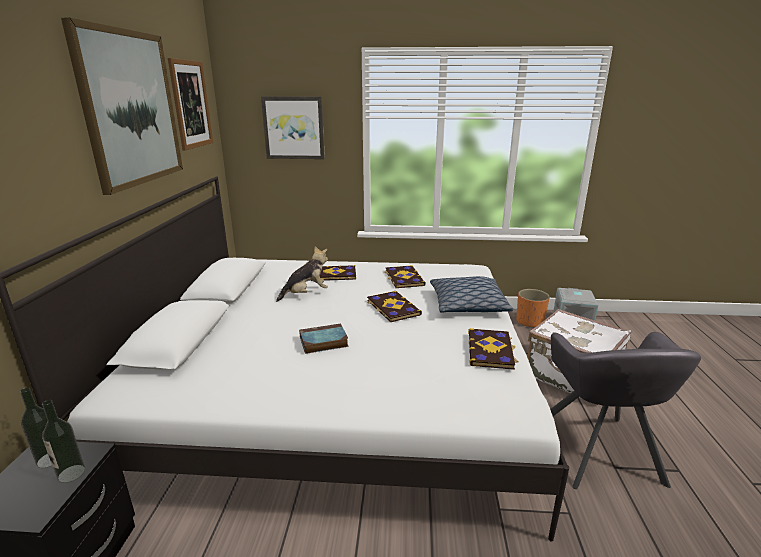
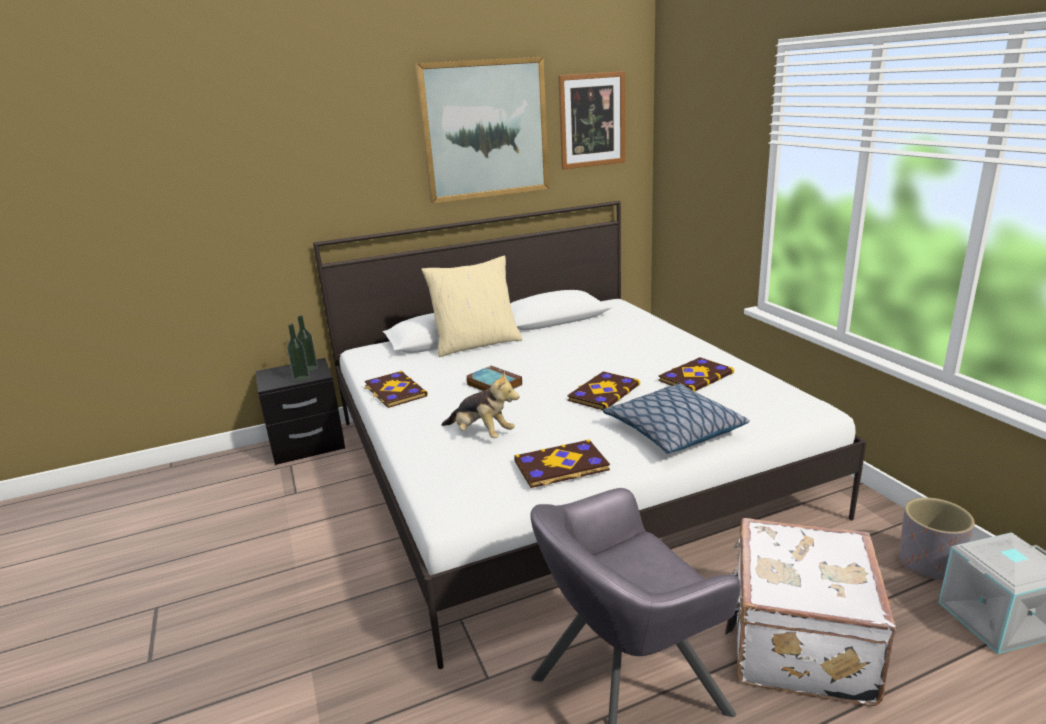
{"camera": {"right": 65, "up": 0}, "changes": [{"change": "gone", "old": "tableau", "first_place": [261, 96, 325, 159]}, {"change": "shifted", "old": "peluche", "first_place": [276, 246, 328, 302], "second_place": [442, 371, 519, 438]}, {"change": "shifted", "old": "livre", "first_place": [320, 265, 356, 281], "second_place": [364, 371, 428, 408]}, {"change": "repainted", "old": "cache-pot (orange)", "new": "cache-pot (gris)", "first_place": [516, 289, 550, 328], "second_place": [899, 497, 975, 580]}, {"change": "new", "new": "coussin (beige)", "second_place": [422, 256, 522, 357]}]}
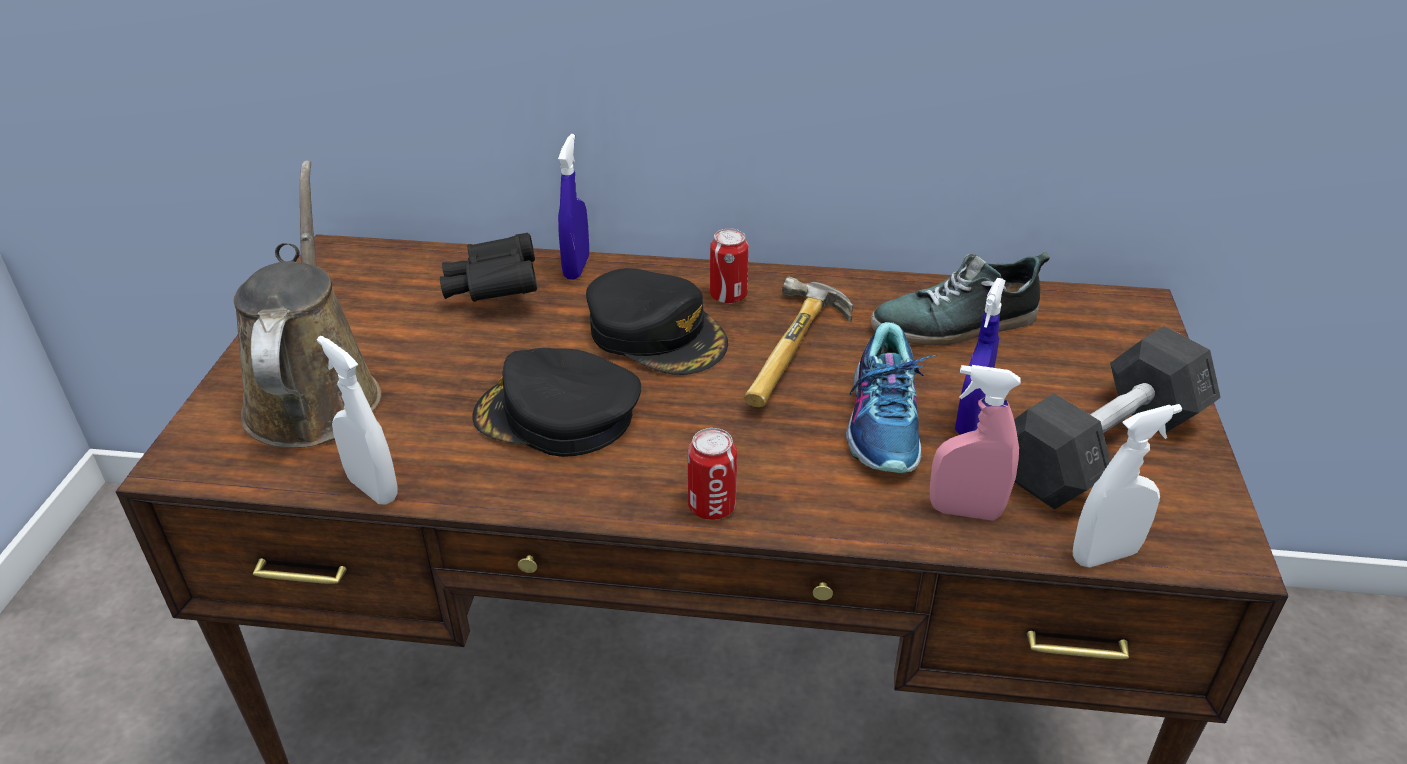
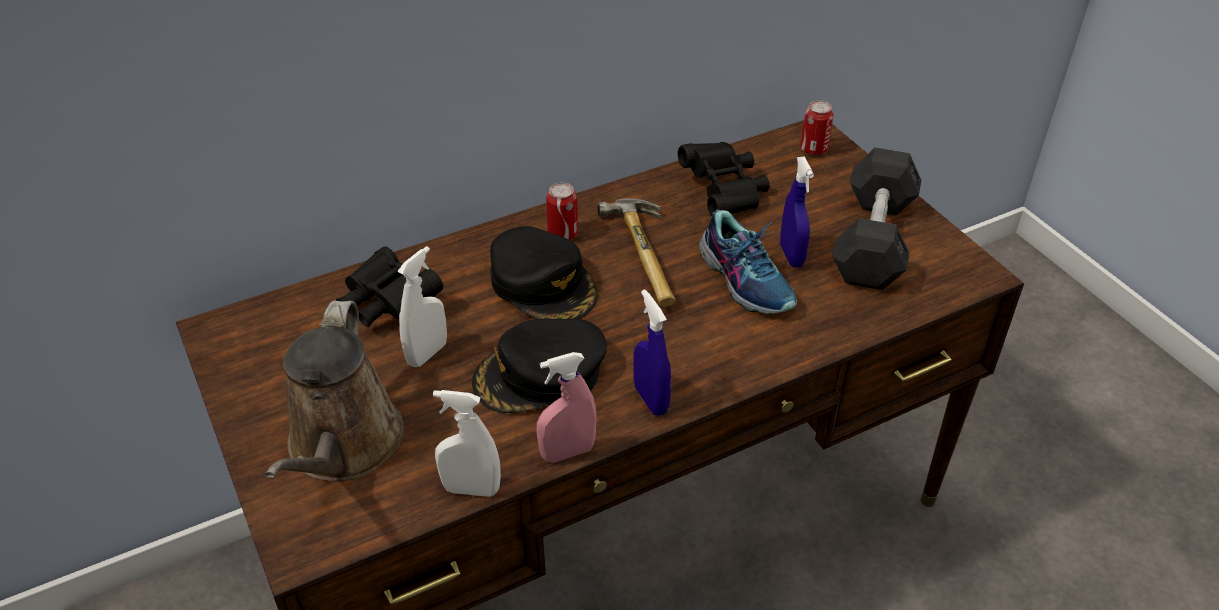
{"camera": {"right": -35, "up": 5}, "changes": [{"change": "shifted", "old": "vaporisateur (bleu)", "first_place": [558, 134, 589, 280], "second_place": [633, 289, 671, 416]}, {"change": "rotated", "old": "arrosoir (marron)", "first_place": [234, 161, 381, 448], "second_place": [265, 301, 404, 481], "degrees": -135}, {"change": "swapped", "old": "chaussure", "new": "jumelles (noir)", "first_place": [871, 252, 1050, 346], "second_place": [678, 142, 770, 216]}, {"change": "rotated", "old": "casquette (noir)", "first_place": [586, 268, 728, 375], "second_place": [490, 226, 598, 319], "degrees": 45}, {"change": "shifted", "old": "vaporisateur (rose)", "first_place": [930, 365, 1021, 521], "second_place": [537, 352, 597, 463]}, {"change": "shifted", "old": "vaporisateur (blanc)", "first_place": [1073, 404, 1182, 567], "second_place": [398, 246, 447, 367]}, {"change": "shifted", "old": "boîte métallique", "first_place": [688, 428, 737, 520], "second_place": [800, 100, 834, 155]}]}
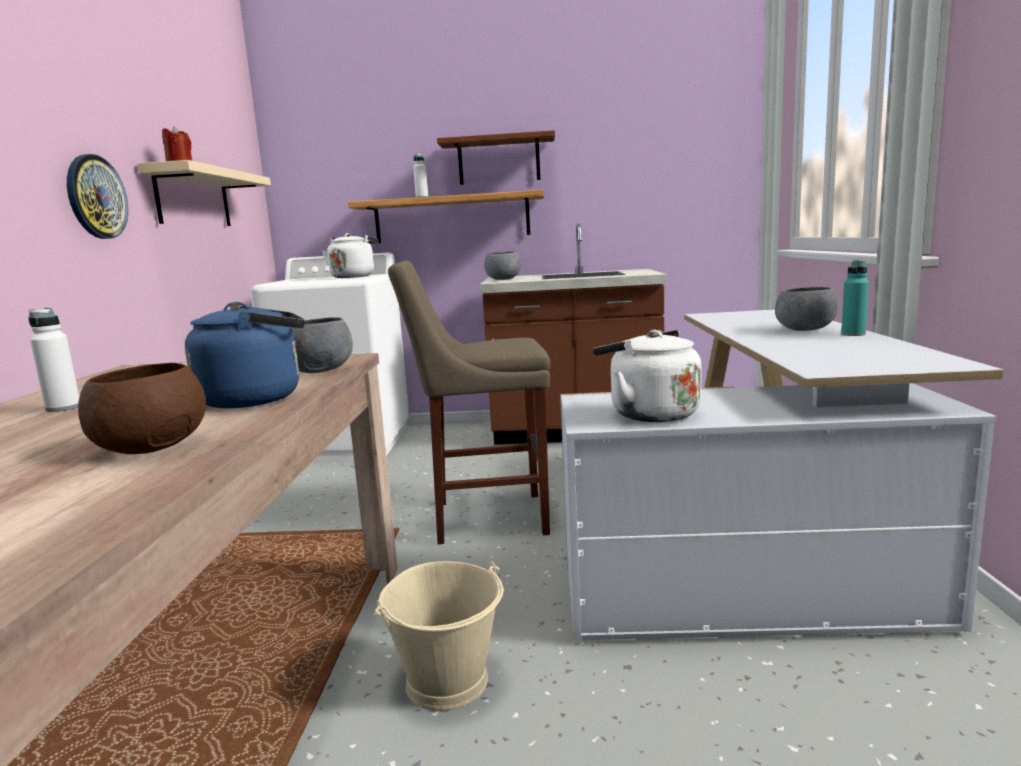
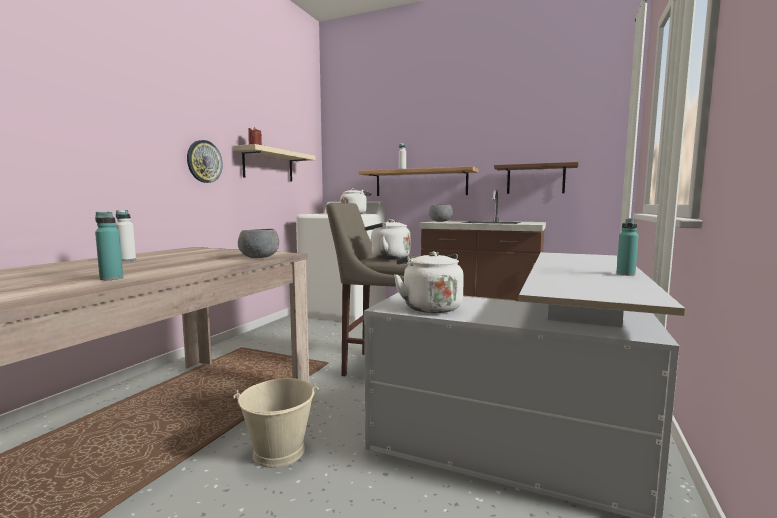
{"camera": {"right": 20, "up": -5}, "changes": [{"change": "shifted", "old": "étagère (marron)", "first_place": [437, 130, 555, 185], "second_place": [494, 162, 579, 194]}, {"change": "gone", "old": "bol (gris)", "first_place": [775, 287, 838, 331]}, {"change": "gone", "old": "bouilloire (bleu)", "first_place": [185, 302, 304, 408]}, {"change": "swapped", "old": "bol (marron)", "new": "bouteille (turquoise)", "first_place": [78, 363, 206, 454], "second_place": [95, 212, 123, 280]}, {"change": "new", "new": "bouilloire (blanc)", "second_place": [364, 219, 411, 259]}]}
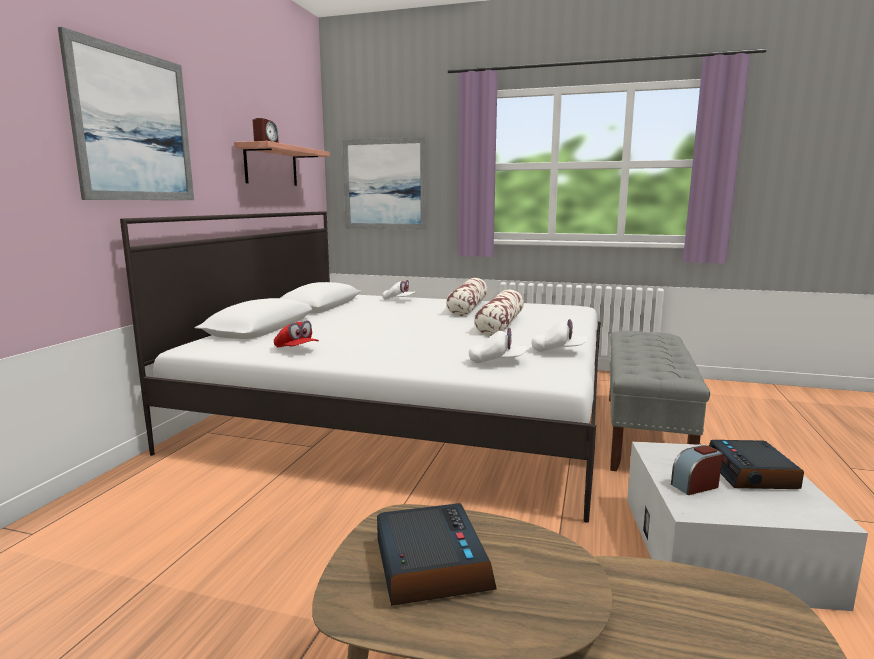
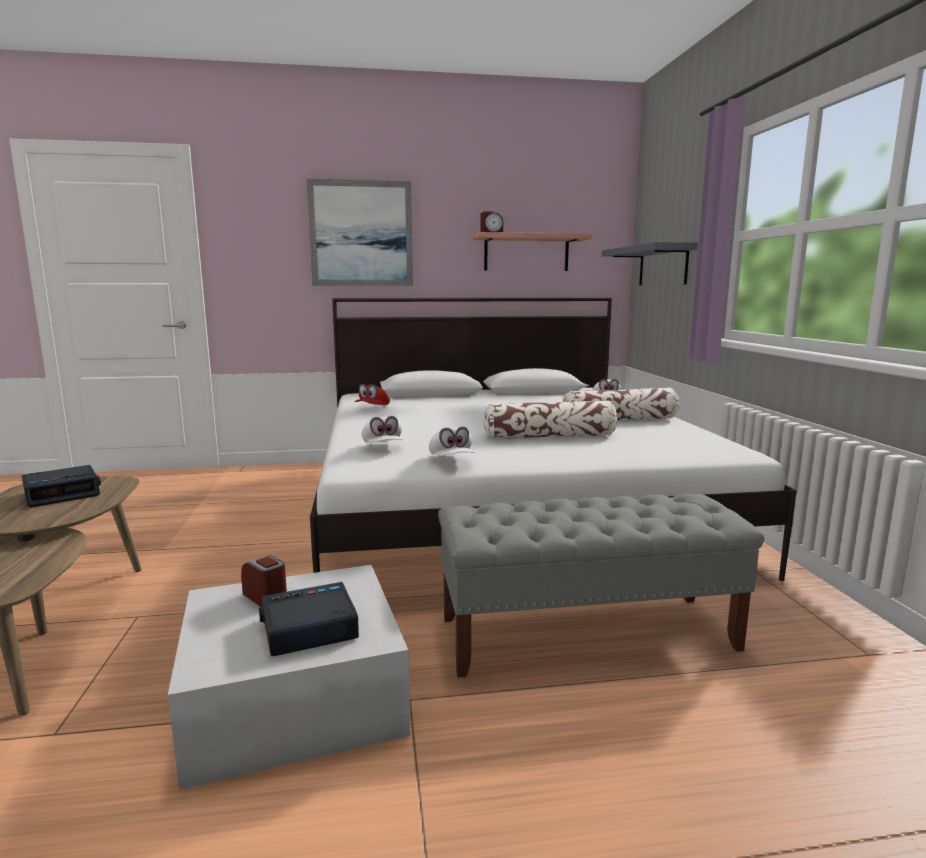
{"camera": {"right": 65, "up": 0}, "changes": [{"change": "swapped", "old": "tableau", "new": "étagère (gris)", "first_place": [342, 137, 426, 229], "second_place": [602, 242, 697, 285]}]}
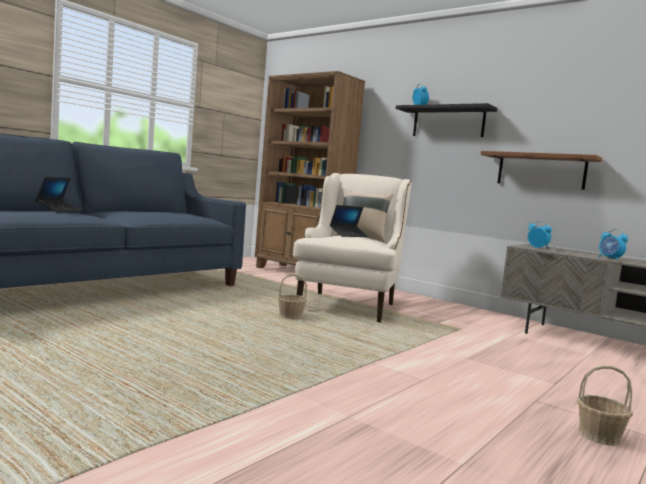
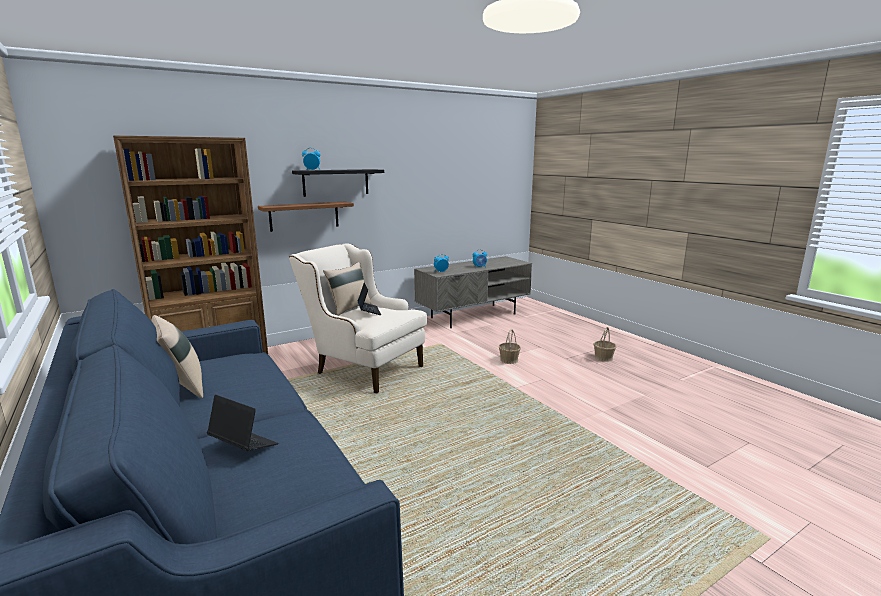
{"camera": {"right": -70, "up": 10}, "changes": [{"change": "shifted", "old": "étagère (marron)", "first_place": [481, 151, 603, 190], "second_place": [258, 202, 354, 232]}, {"change": "shifted", "old": "panier", "first_place": [278, 274, 307, 319], "second_place": [499, 329, 521, 364]}, {"change": "new", "new": "coussin (beige)", "second_place": [151, 315, 203, 399]}]}
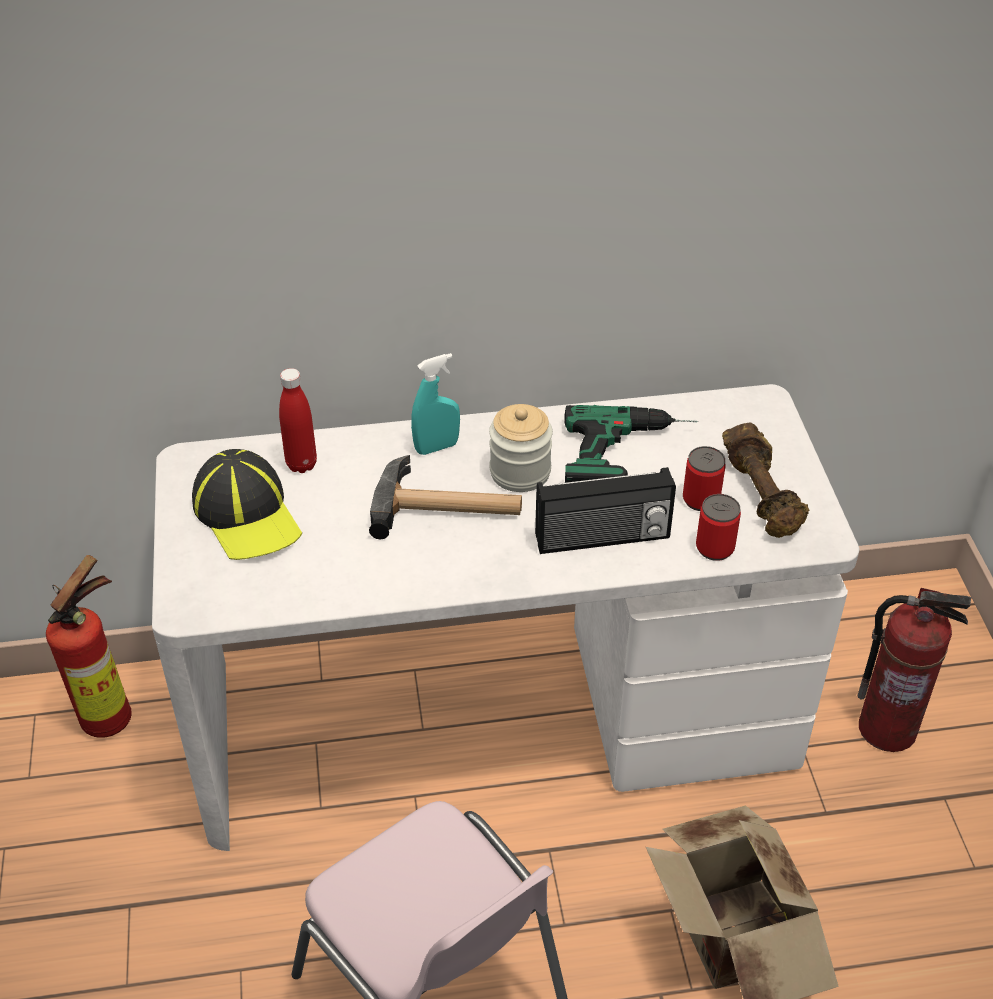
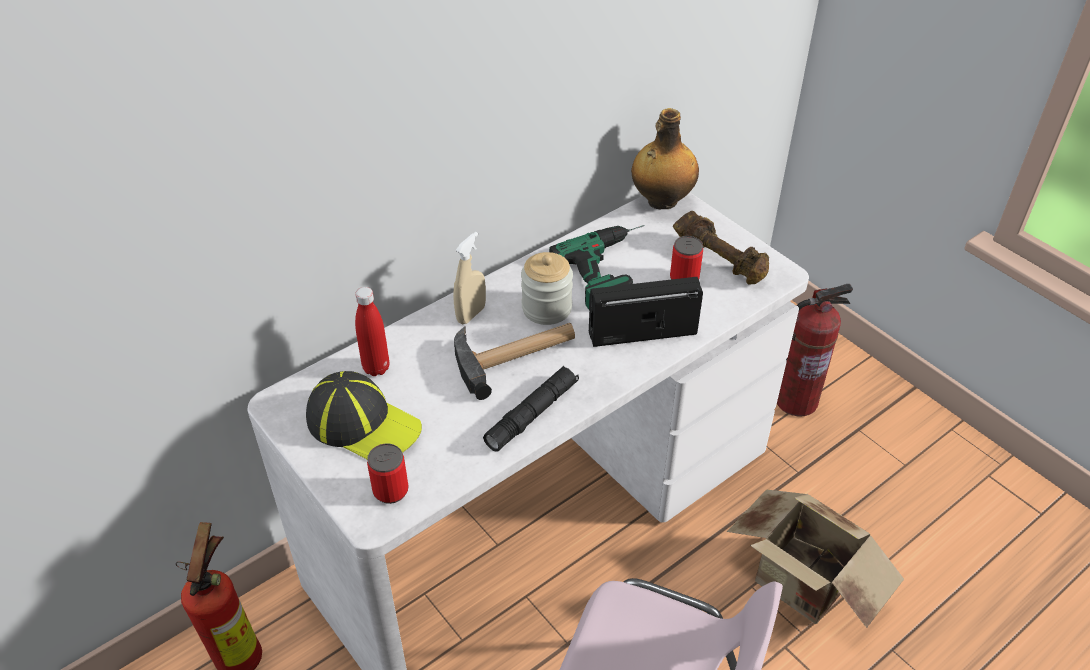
{"camera": {"right": -30, "up": 0}, "changes": [{"change": "repainted", "old": "vaporisateur (turquoise)", "new": "vaporisateur (beige)", "first_place": [411, 353, 460, 455], "second_place": [453, 232, 486, 324]}, {"change": "rotated", "old": "radio", "first_place": [535, 467, 676, 554], "second_place": [589, 277, 703, 347], "degrees": -150}, {"change": "shifted", "old": "boîte métallique", "first_place": [696, 494, 741, 561], "second_place": [367, 444, 409, 504]}, {"change": "new", "new": "bouteille", "second_place": [631, 108, 699, 209]}, {"change": "new", "new": "lampe de poche (noir)", "second_place": [483, 366, 579, 452]}]}
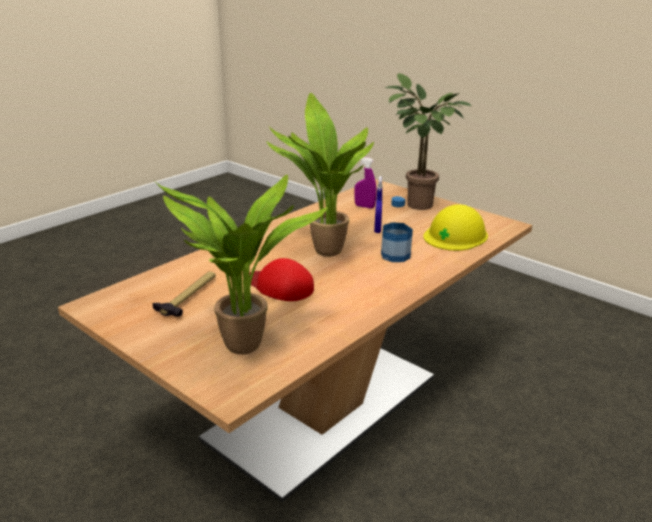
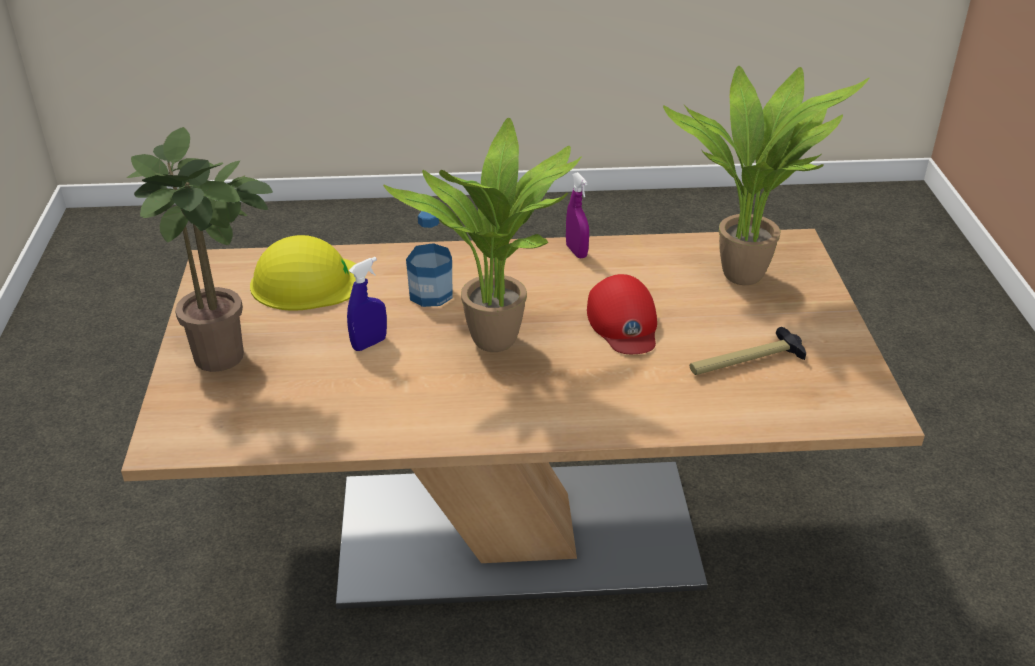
{"camera": {"right": -135, "up": 10}, "changes": [{"change": "shifted", "old": "vaporisateur (violet)", "first_place": [354, 157, 377, 209], "second_place": [566, 172, 589, 259]}]}
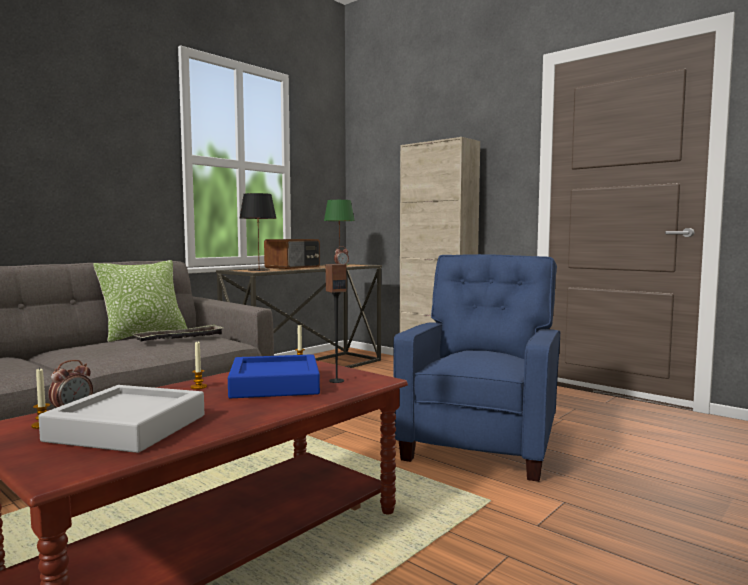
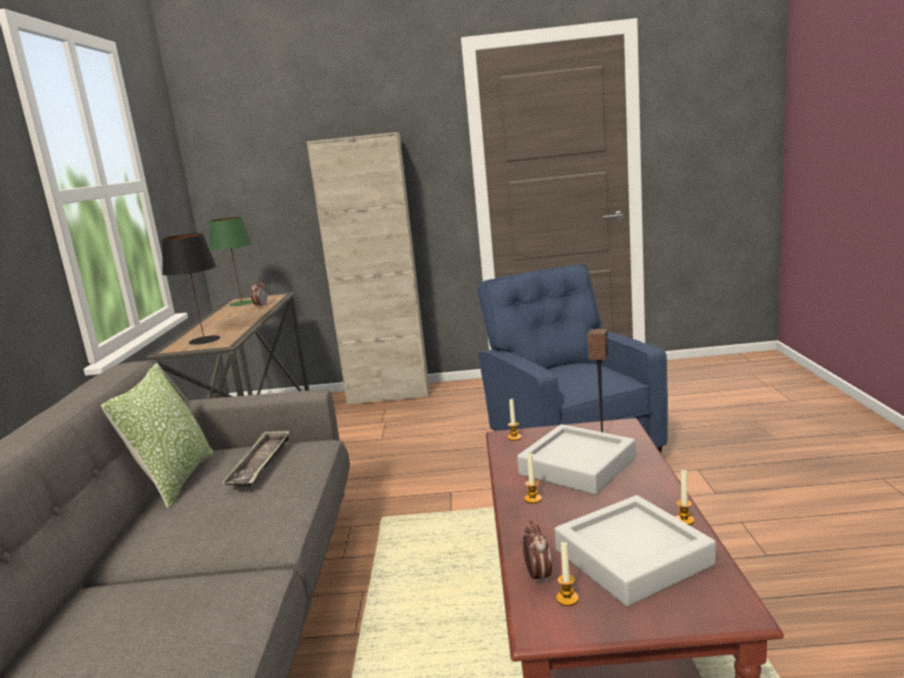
{"camera": {"right": -40, "up": 10}, "changes": [{"change": "gone", "old": "radio", "first_place": [264, 239, 320, 269]}, {"change": "repainted", "old": "plateau (bleu)", "new": "plateau (gris)", "first_place": [228, 354, 320, 398], "second_place": [517, 424, 636, 495]}, {"change": "new", "new": "bougie", "second_place": [675, 470, 694, 525]}]}
